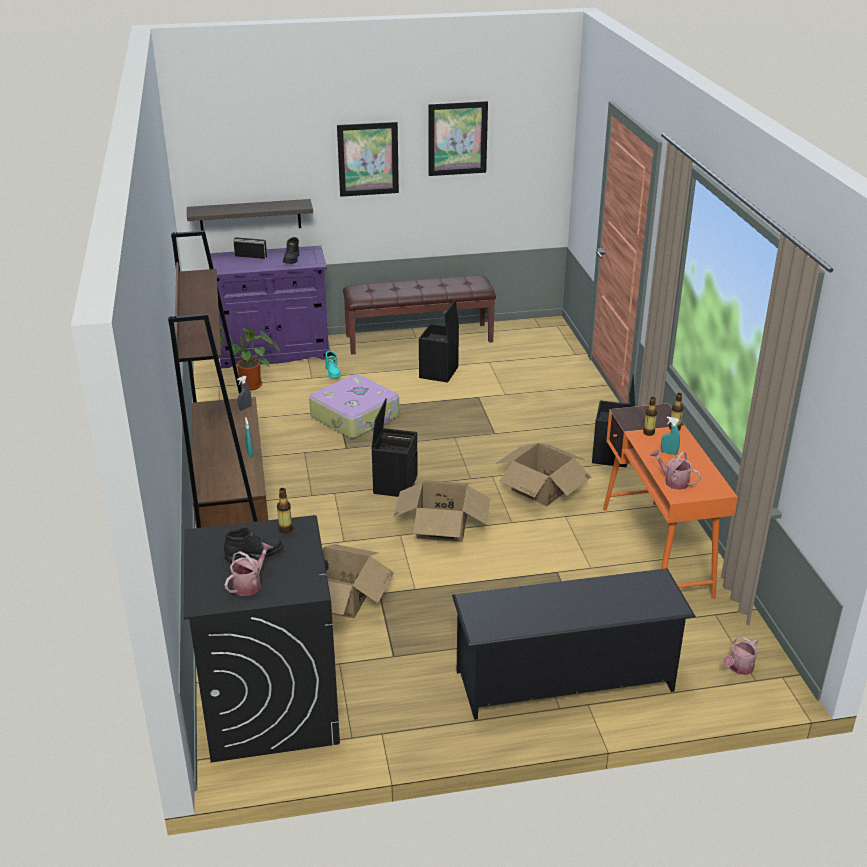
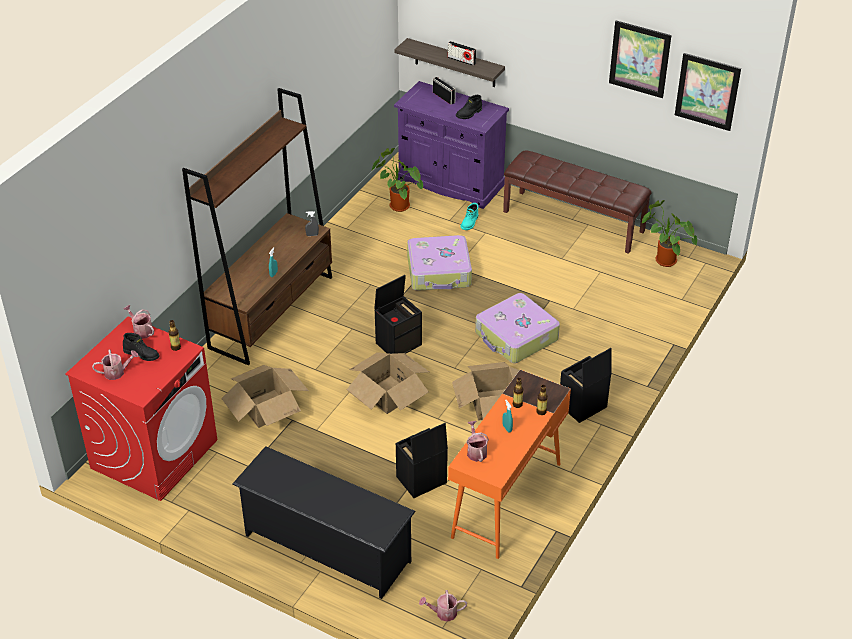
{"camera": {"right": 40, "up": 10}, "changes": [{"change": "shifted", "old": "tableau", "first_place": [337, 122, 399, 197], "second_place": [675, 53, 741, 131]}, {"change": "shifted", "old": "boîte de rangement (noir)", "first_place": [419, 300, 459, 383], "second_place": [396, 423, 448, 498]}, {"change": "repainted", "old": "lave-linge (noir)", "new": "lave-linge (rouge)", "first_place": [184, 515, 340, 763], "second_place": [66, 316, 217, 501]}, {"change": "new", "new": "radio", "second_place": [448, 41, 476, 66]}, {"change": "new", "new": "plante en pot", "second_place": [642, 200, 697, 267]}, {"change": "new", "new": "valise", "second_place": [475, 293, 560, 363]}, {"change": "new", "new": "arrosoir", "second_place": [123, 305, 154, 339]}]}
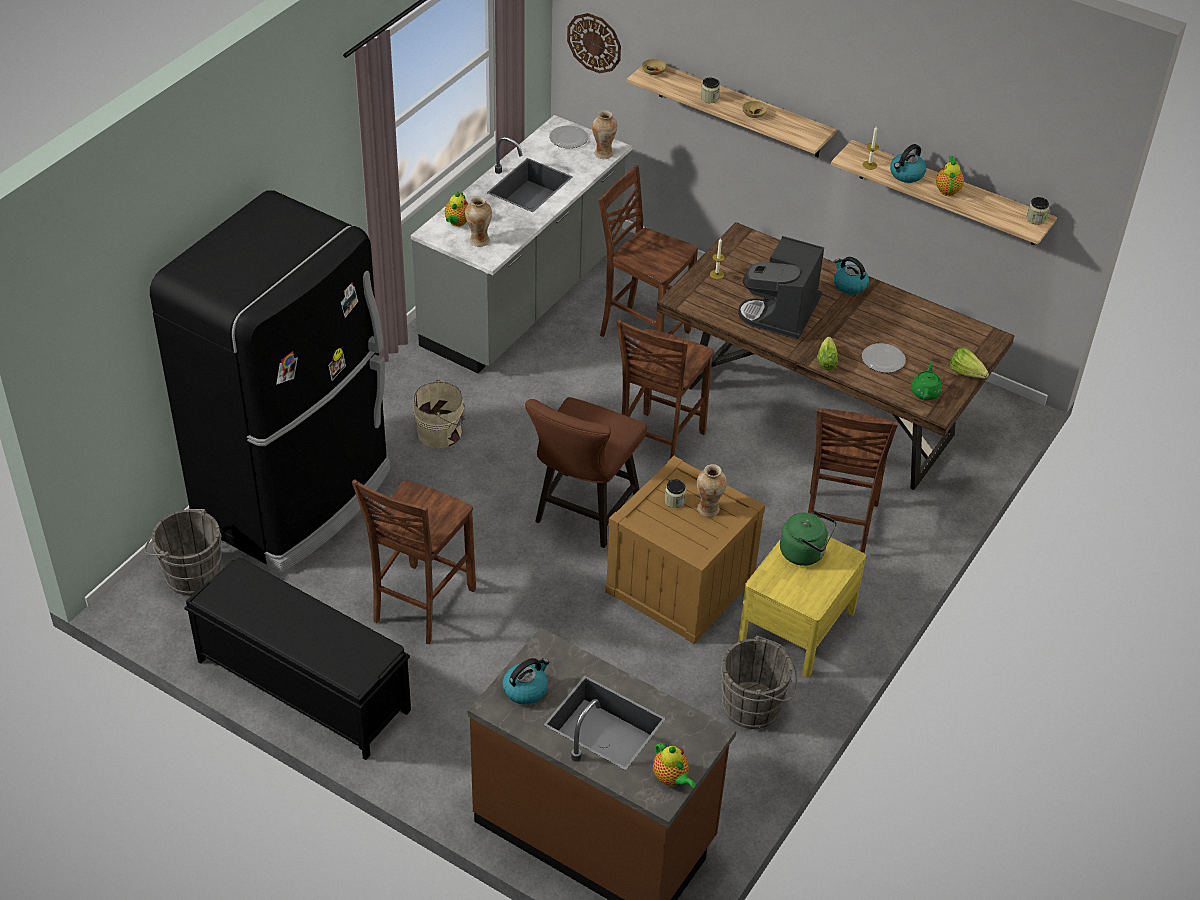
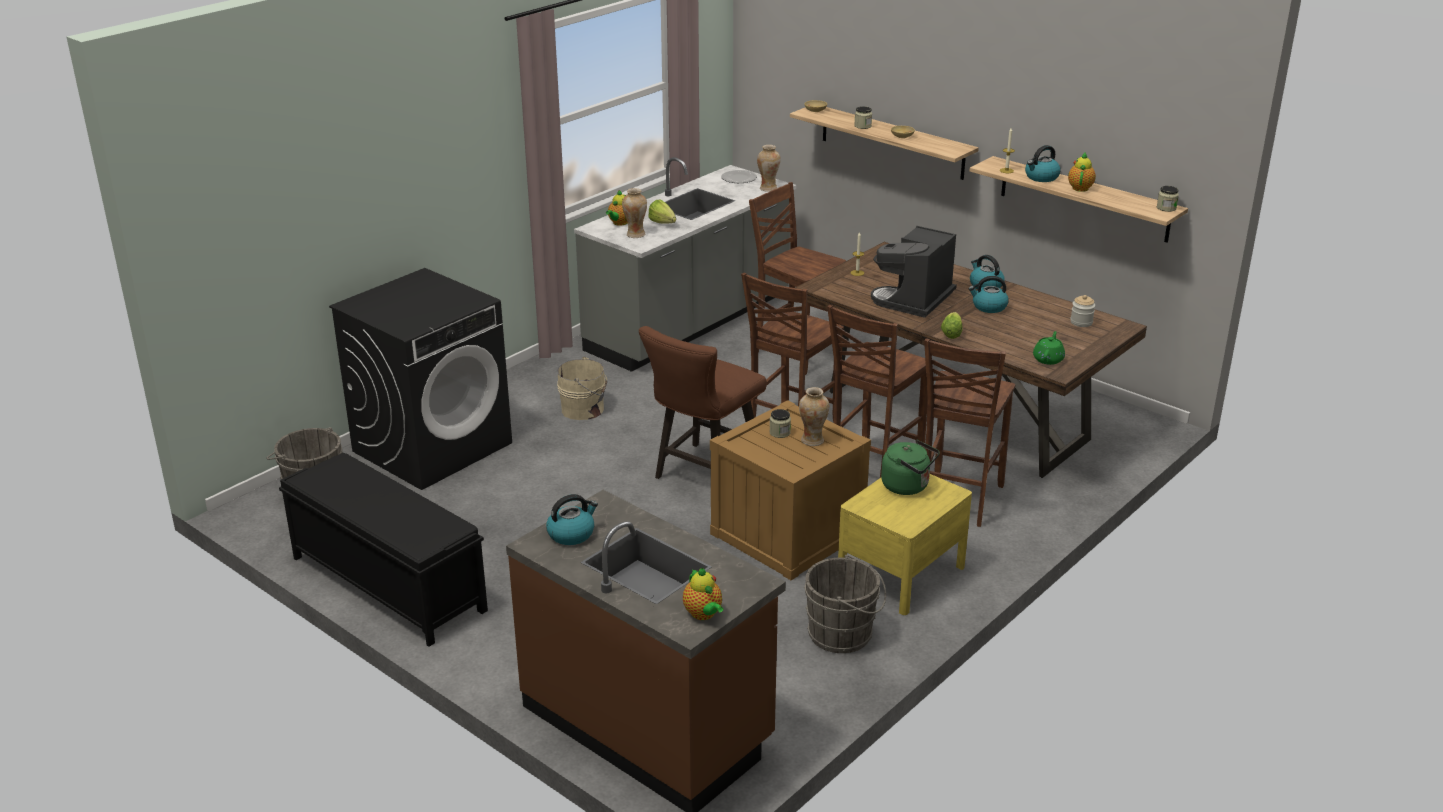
{"camera": {"right": 10, "up": -15}, "changes": [{"change": "gone", "old": "horloge murale", "first_place": [567, 13, 621, 73]}, {"change": "swapped", "old": "réfrigérateur (noir)", "new": "lave-linge (noir)", "first_place": [150, 190, 390, 573], "second_place": [329, 268, 512, 490]}, {"change": "gone", "old": "assiette", "first_place": [862, 343, 906, 373]}, {"change": "shifted", "old": "laitue", "first_place": [950, 348, 989, 379], "second_place": [648, 200, 676, 224]}, {"change": "shifted", "old": "chaise (marron)", "first_place": [352, 479, 476, 644], "second_place": [827, 305, 927, 478]}, {"change": "new", "new": "bouilloire", "second_place": [969, 276, 1009, 313]}, {"change": "new", "new": "bocal", "second_place": [1070, 295, 1095, 327]}]}
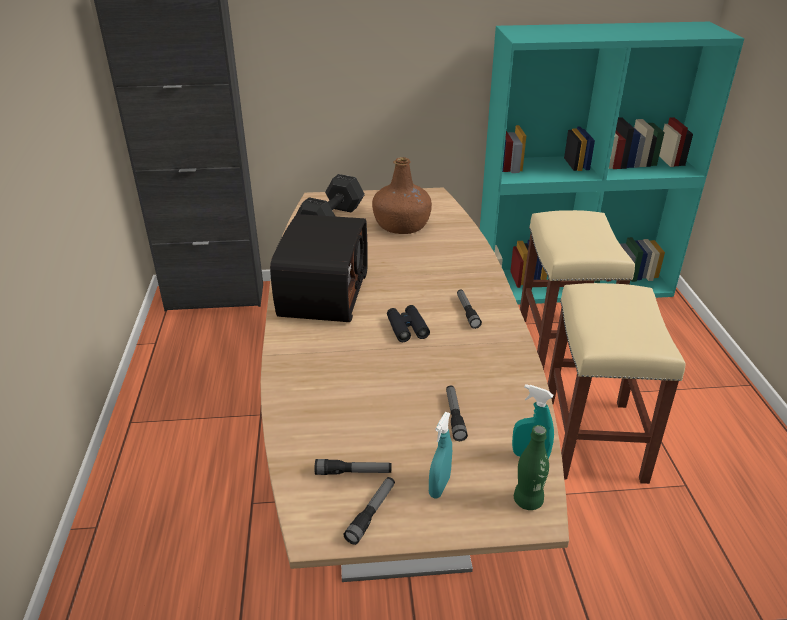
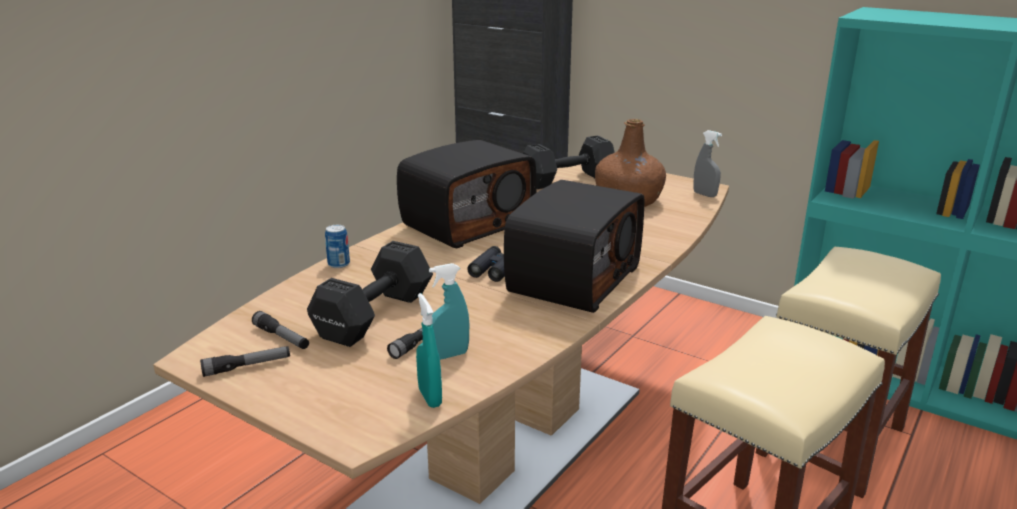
{"camera": {"right": 40, "up": -10}, "changes": [{"change": "swapped", "old": "lampe de poche", "new": "radio", "first_place": [457, 290, 482, 329], "second_place": [504, 180, 644, 313]}, {"change": "shifted", "old": "vaporisateur (turquoise)", "first_place": [429, 412, 452, 498], "second_place": [429, 263, 469, 360]}, {"change": "gone", "old": "bouteille (vert)", "first_place": [514, 425, 549, 510]}, {"change": "new", "new": "vaporisateur (gris)", "second_place": [693, 130, 722, 197]}, {"change": "new", "new": "boîte métallique", "second_place": [325, 225, 350, 268]}, {"change": "new", "new": "haltère (noir)", "second_place": [307, 241, 433, 347]}]}
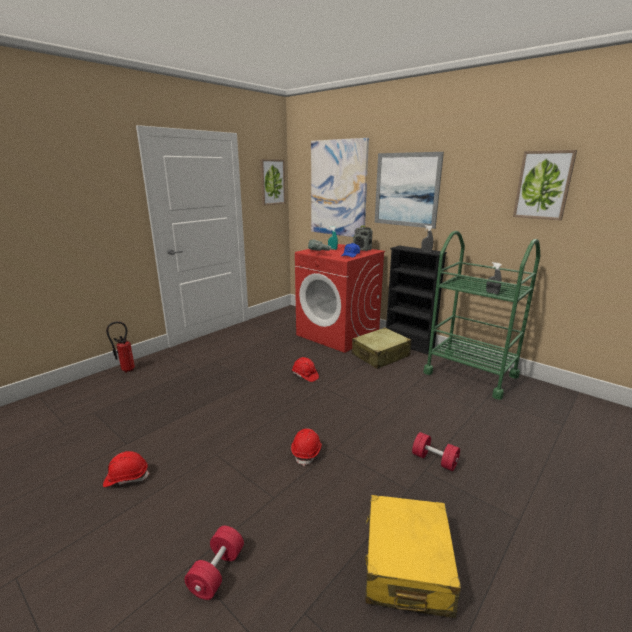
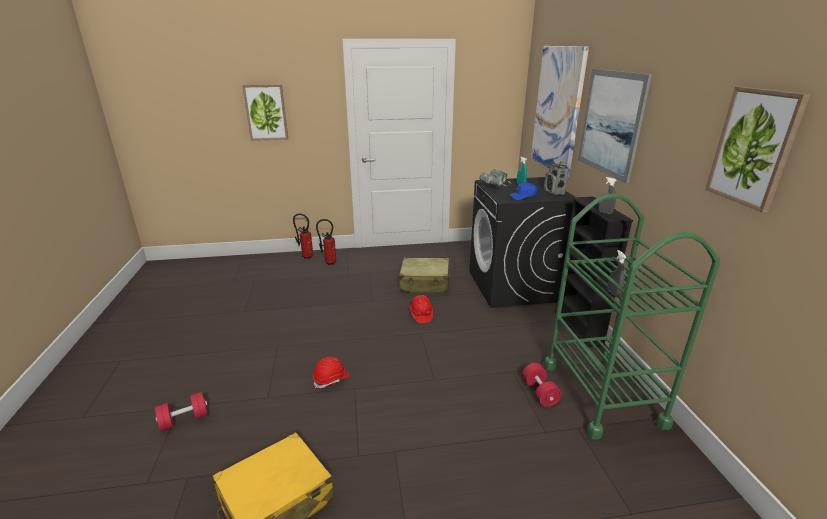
{"camera": {"right": 40, "up": 5}, "changes": [{"change": "shifted", "old": "tableau", "first_place": [260, 159, 286, 205], "second_place": [242, 84, 288, 141]}, {"change": "repainted", "old": "lave-linge (rouge)", "new": "lave-linge (noir)", "first_place": [295, 244, 385, 353], "second_place": [469, 177, 575, 308]}, {"change": "shifted", "old": "valise (beige)", "first_place": [352, 327, 411, 369], "second_place": [399, 258, 453, 293]}, {"change": "shifted", "old": "haltère (rouge)", "first_place": [412, 432, 460, 471], "second_place": [522, 363, 562, 407]}, {"change": "gone", "old": "casque de chantier (rouge)", "first_place": [103, 451, 150, 487]}, {"change": "new", "new": "extincteur", "second_place": [316, 219, 337, 265]}]}
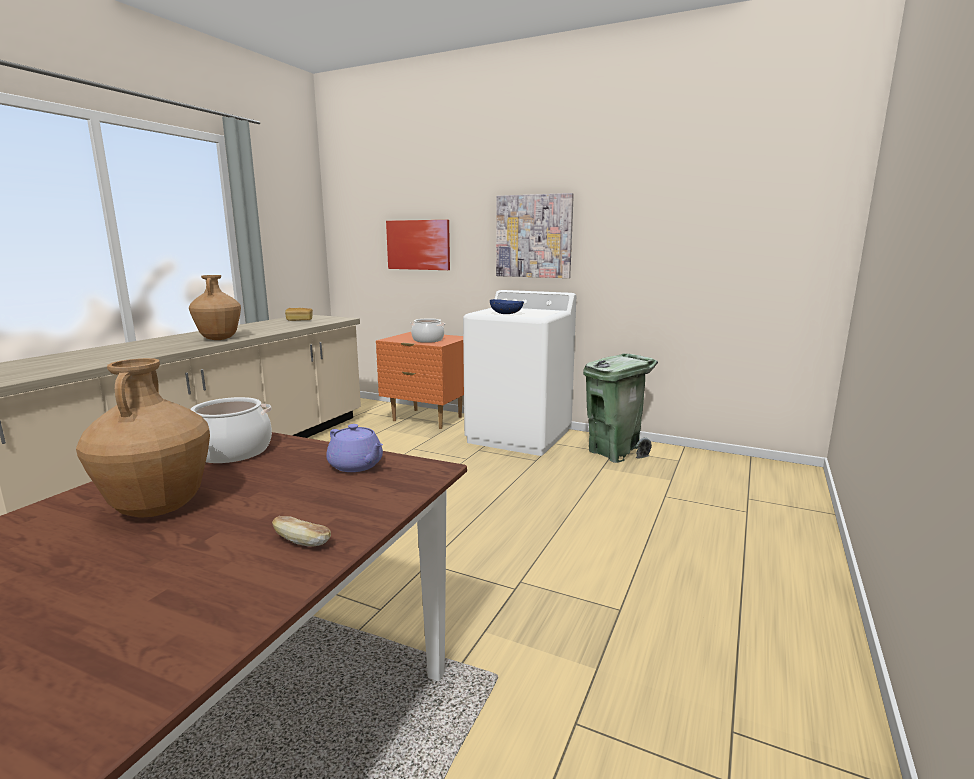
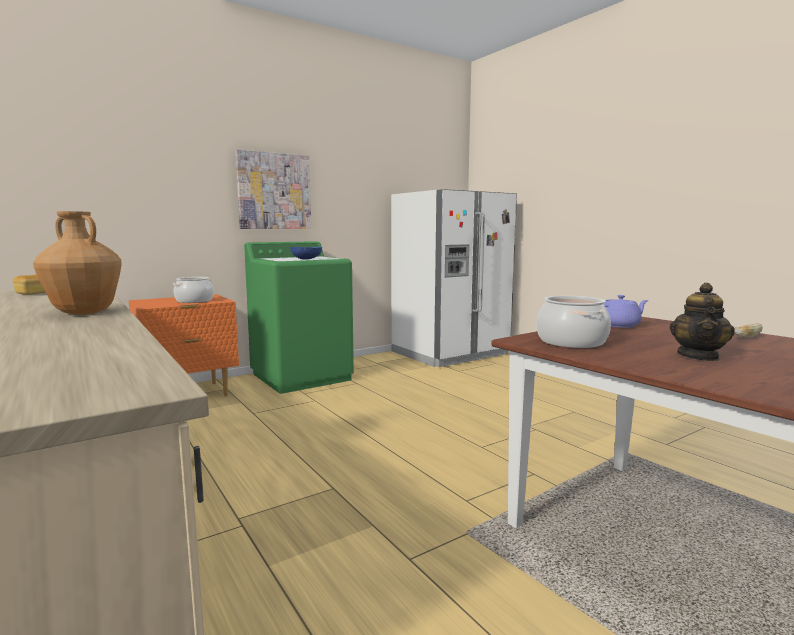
{"camera": {"right": -60, "up": -5}, "changes": [{"change": "gone", "old": "tableau", "first_place": [386, 220, 450, 270]}, {"change": "repainted", "old": "lave-linge (blanc)", "new": "lave-linge (vert)", "first_place": [463, 290, 576, 456], "second_place": [244, 241, 354, 394]}, {"change": "gone", "old": "poubelle (vert)", "first_place": [583, 353, 658, 463]}, {"change": "swapped", "old": "vase (marron)", "new": "théière", "first_place": [76, 358, 210, 518], "second_place": [669, 283, 735, 361]}, {"change": "new", "new": "réfrigérateur (blanc)", "second_place": [391, 189, 517, 367]}]}
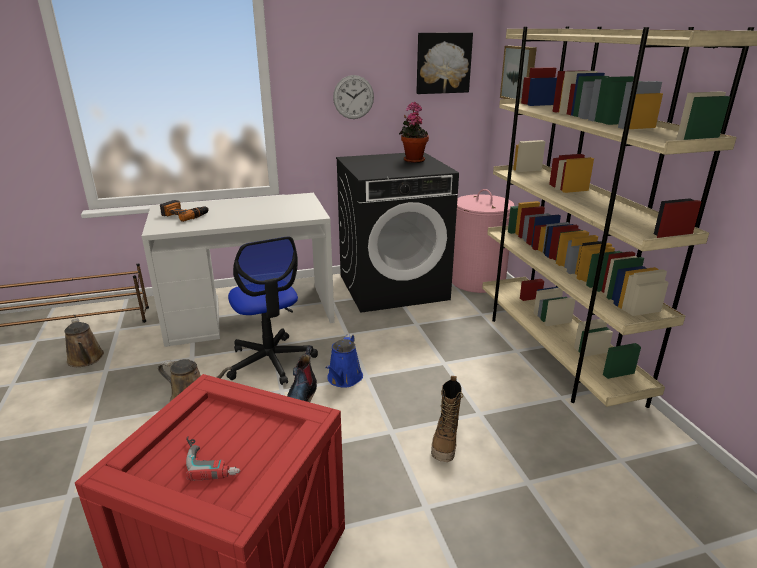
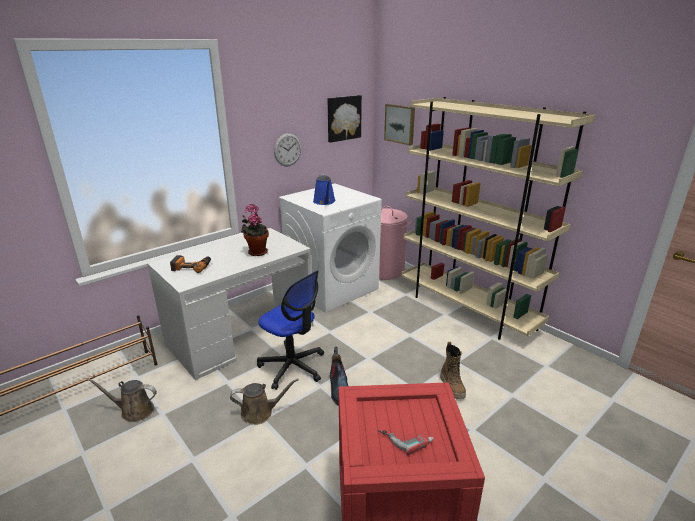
{"camera": {"right": -25, "up": 0}, "changes": [{"change": "shifted", "old": "plante en pot", "first_place": [399, 102, 429, 163], "second_place": [241, 204, 269, 256]}, {"change": "repainted", "old": "lave-linge (noir)", "new": "lave-linge (blanc)", "first_place": [336, 152, 459, 313], "second_place": [278, 183, 382, 313]}, {"change": "rotated", "old": "arrosoir (marron)", "first_place": [64, 318, 104, 367], "second_place": [87, 378, 157, 422], "degrees": 150}, {"change": "shifted", "old": "arrosoir (bleu)", "first_place": [325, 334, 363, 388], "second_place": [313, 174, 336, 205]}]}
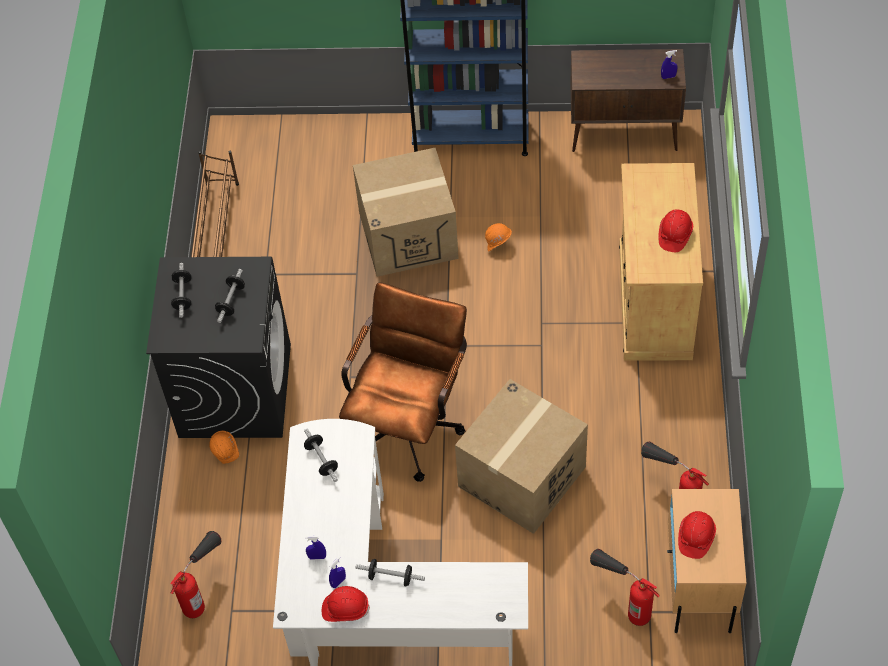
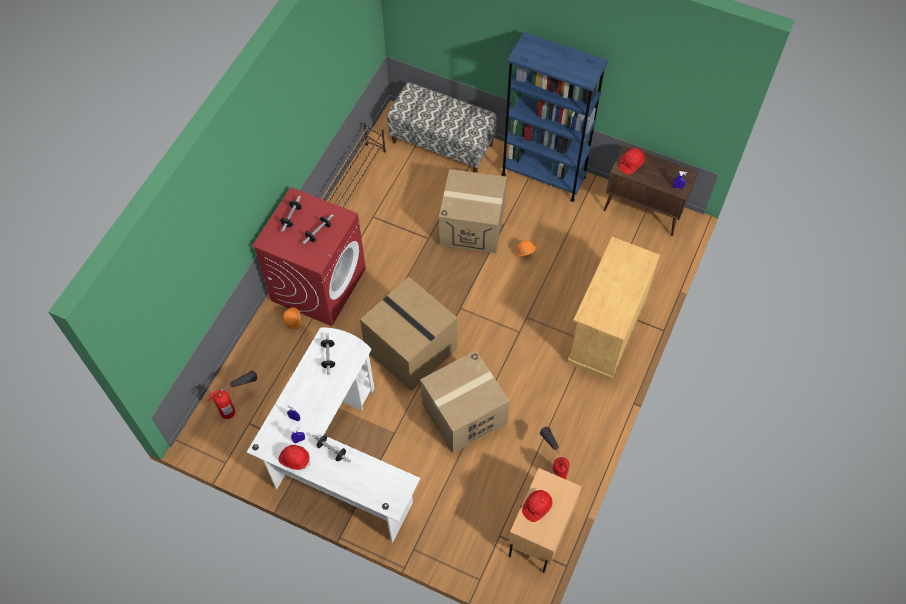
{"camera": {"right": 20, "up": 5}, "changes": [{"change": "shifted", "old": "casque de chantier (rouge)", "first_place": [658, 209, 693, 252], "second_place": [619, 148, 645, 174]}, {"change": "repainted", "old": "lave-linge (noir)", "new": "lave-linge (rouge)", "first_place": [146, 257, 291, 438], "second_place": [252, 187, 366, 326]}, {"change": "swapped", "old": "chaise de bureau (marron)", "new": "carton", "first_place": [339, 283, 467, 482], "second_place": [360, 277, 457, 391]}, {"change": "gone", "old": "extincteur", "first_place": [590, 549, 660, 626]}, {"change": "new", "new": "banc", "second_place": [387, 82, 497, 173]}]}
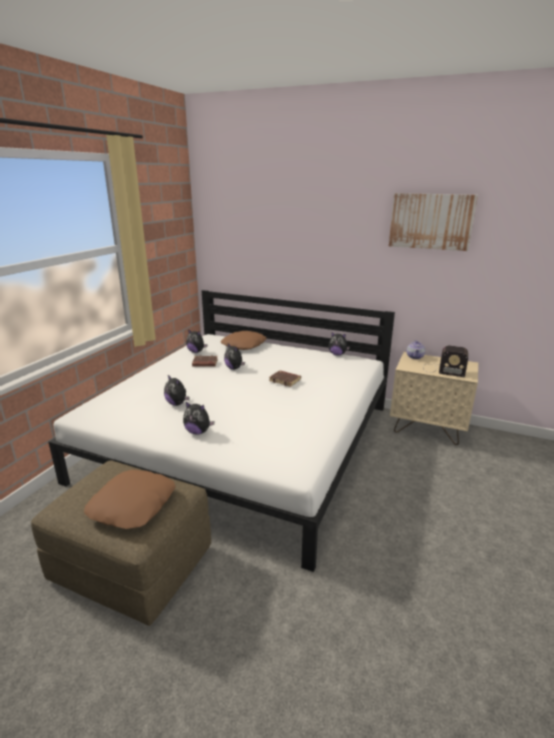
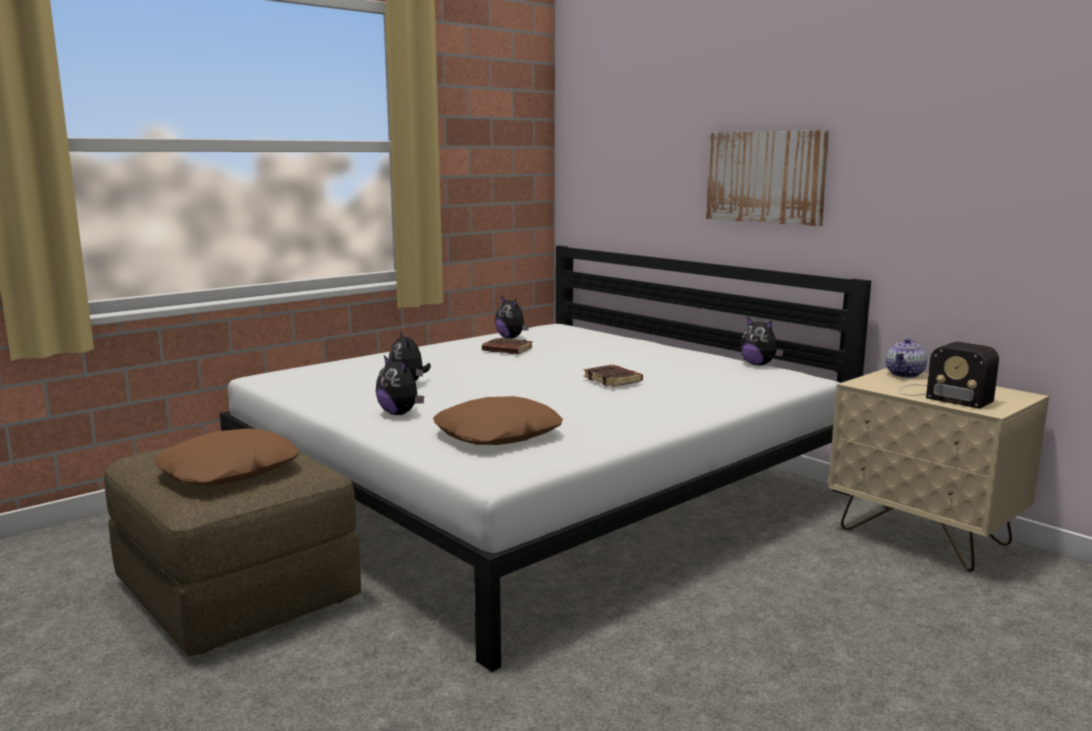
{"camera": {"right": 25, "up": -10}, "changes": [{"change": "shifted", "old": "tableau", "first_place": [389, 193, 478, 251], "second_place": [706, 130, 829, 226]}, {"change": "shifted", "old": "coussin (marron)", "first_place": [221, 331, 267, 350], "second_place": [433, 396, 563, 445]}, {"change": "gone", "old": "peluche", "first_place": [224, 343, 245, 370]}]}
